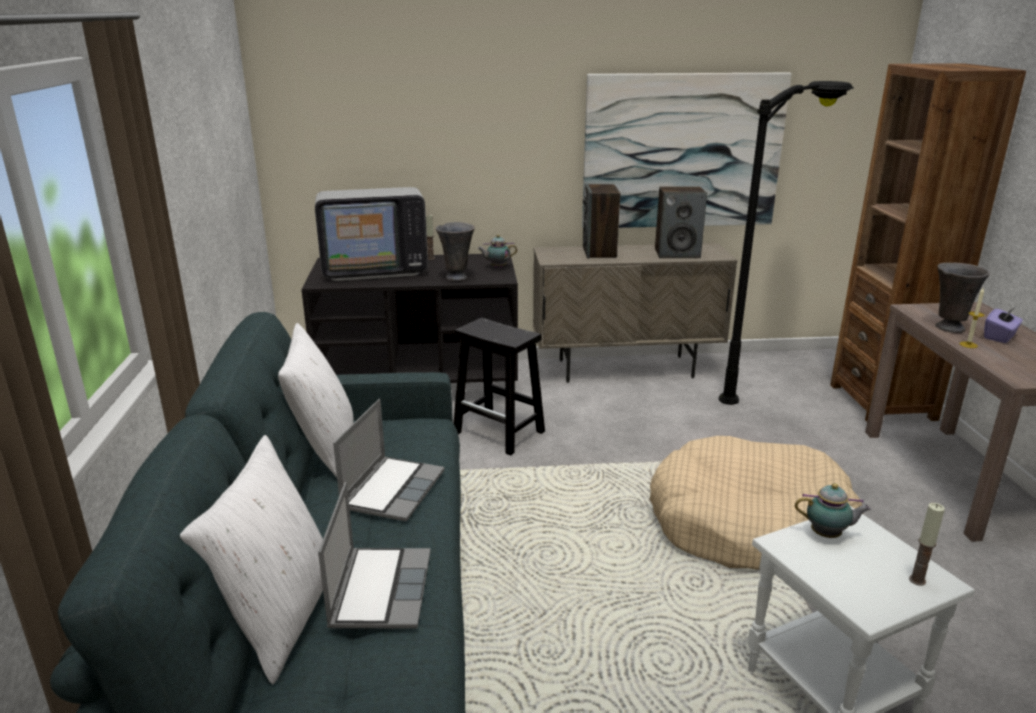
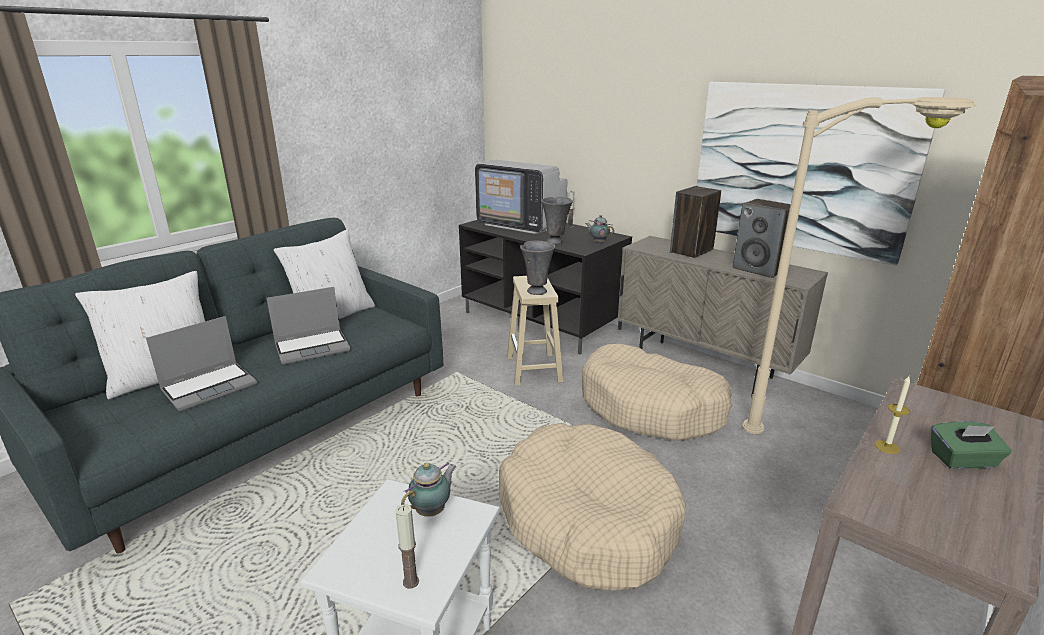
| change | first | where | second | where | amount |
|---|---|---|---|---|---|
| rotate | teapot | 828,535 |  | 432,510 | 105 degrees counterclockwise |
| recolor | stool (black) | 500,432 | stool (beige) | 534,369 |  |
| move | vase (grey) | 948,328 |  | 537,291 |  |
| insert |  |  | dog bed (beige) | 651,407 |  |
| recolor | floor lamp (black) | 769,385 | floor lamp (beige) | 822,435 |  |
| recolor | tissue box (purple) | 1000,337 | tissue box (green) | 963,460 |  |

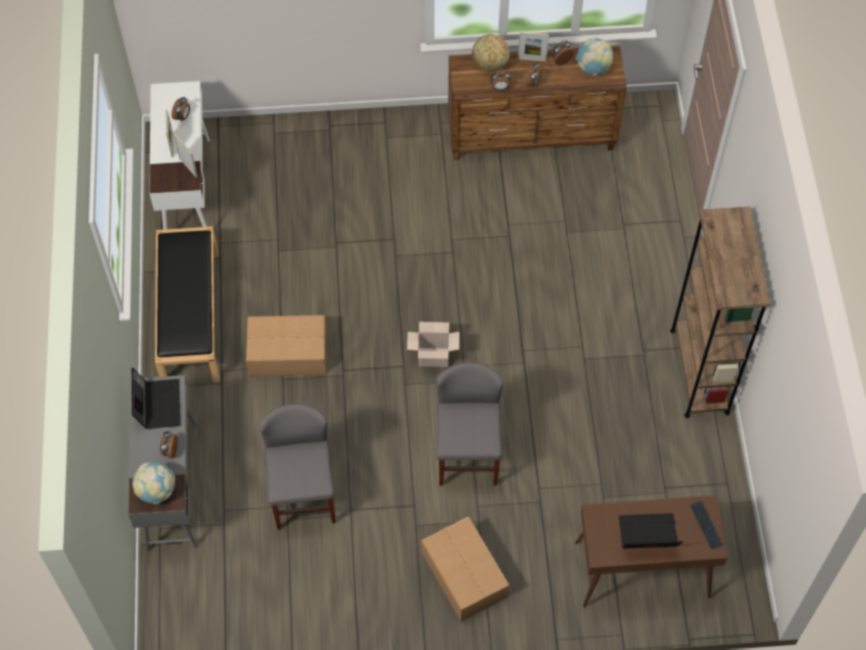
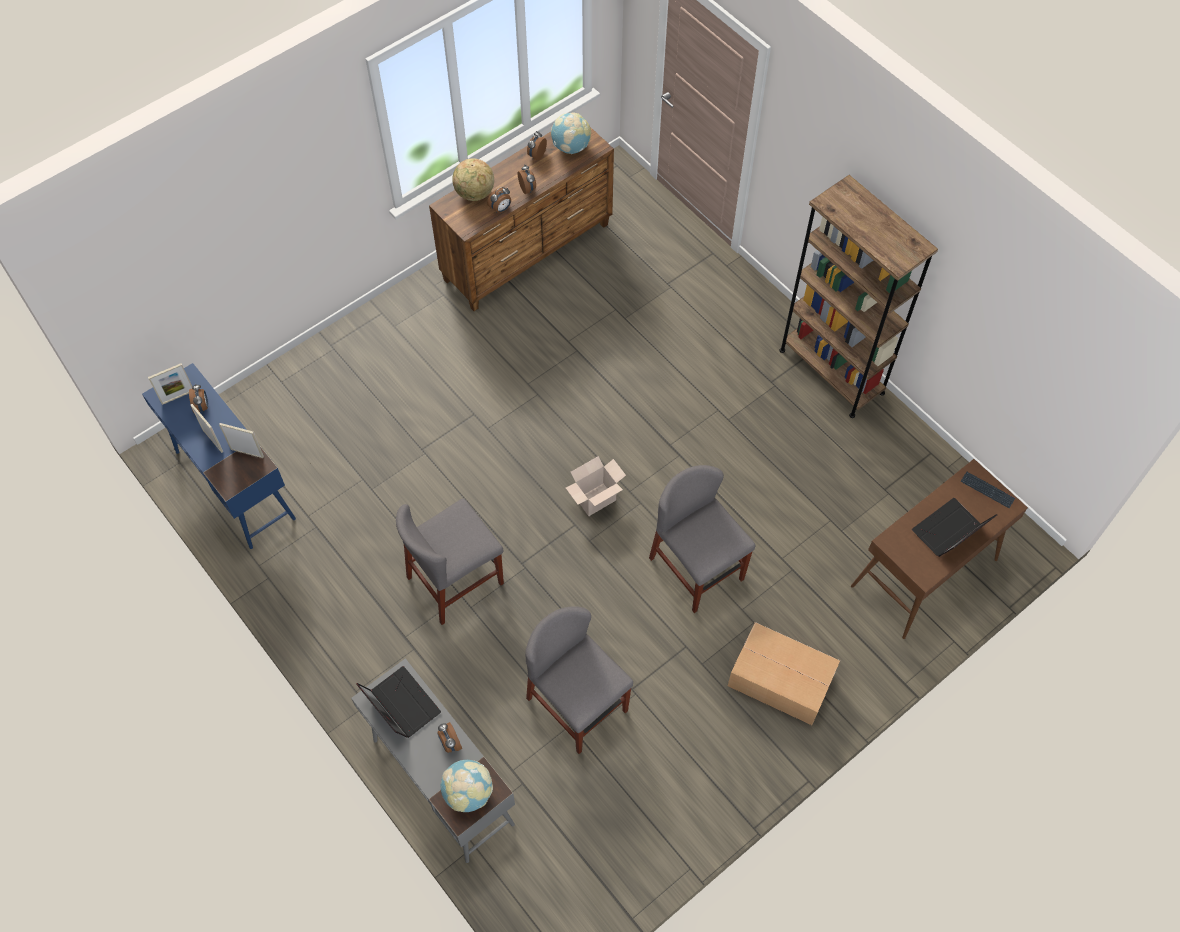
| change | first | where | second | where | amount |
|---|---|---|---|---|---|
| recolor | desk (white) | 187,189 | desk (blue) | 234,484 |  |
| move | picture frame | 532,59 |  | 178,397 |  |
| replace | cardboard box | 286,352 | chair (grey) | 455,580 |  |
| delete | bench (black) | 190,316 |  |  |  |

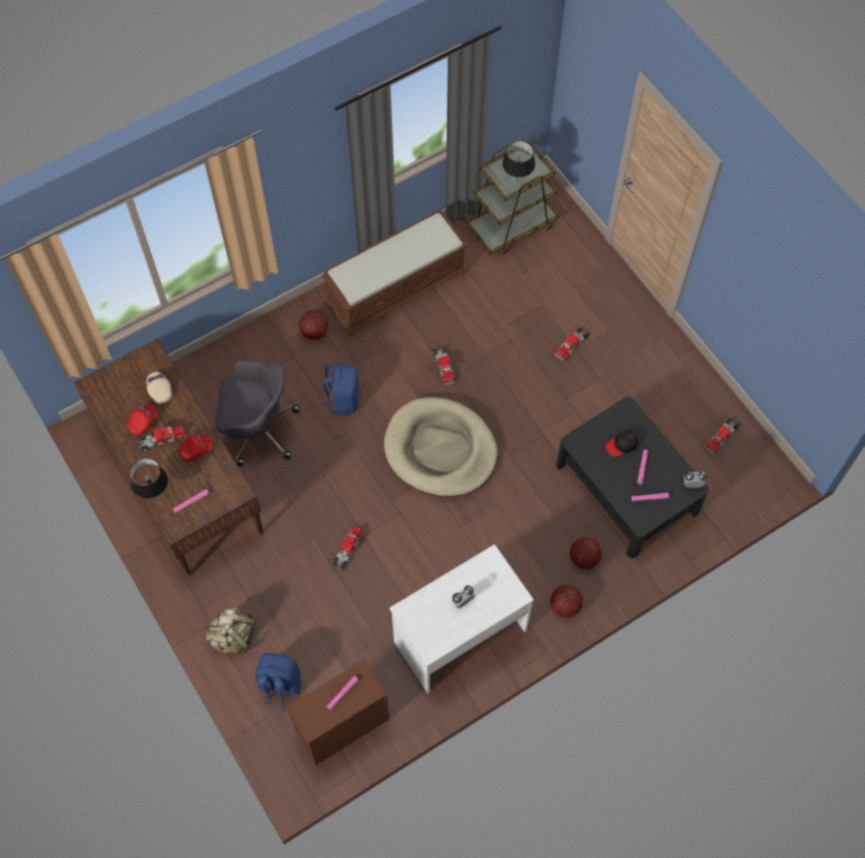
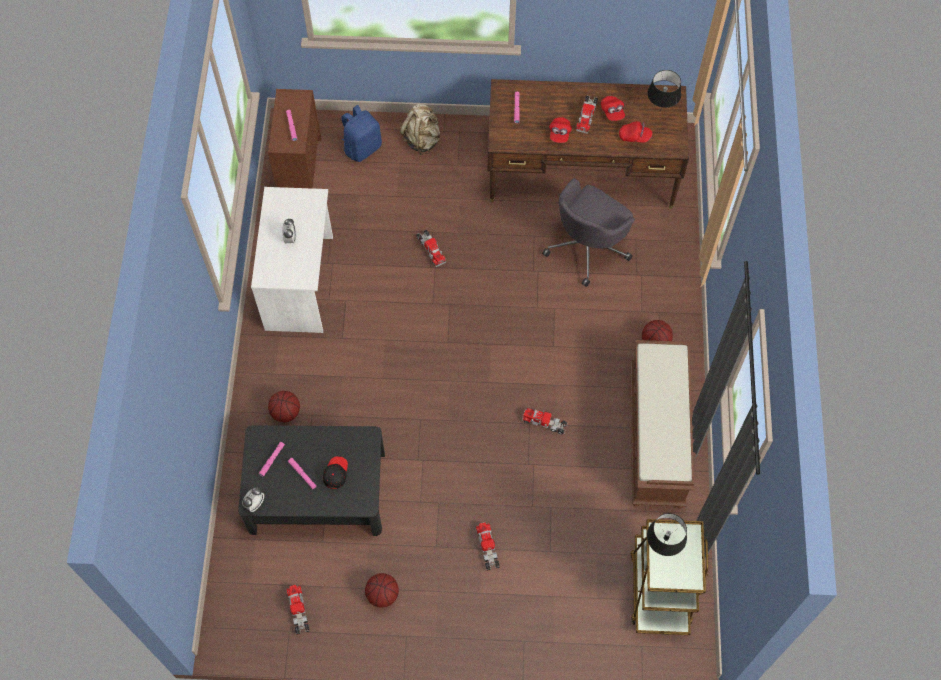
| change | first | where | second | where | amount |
|---|---|---|---|---|---|
| move | basketball | 565,605 |  | 383,595 |  |
| recolor | cap (beige) | 160,390 | cap (red) | 634,137 |  |
| move | table lamp (black) | 155,494 |  | 660,112 |  |
| delete | backpack (blue) | 343,399 |  |  |  |
| delete | dog bed (beige) | 440,450 |  |  |  |

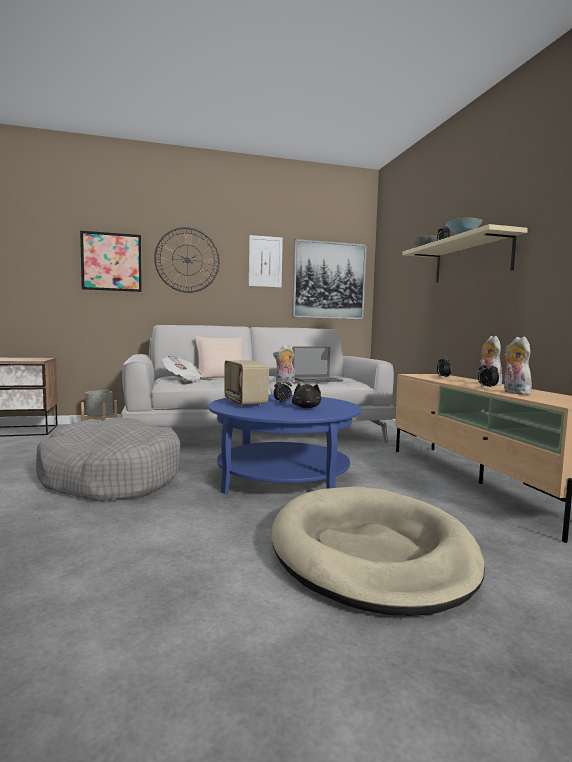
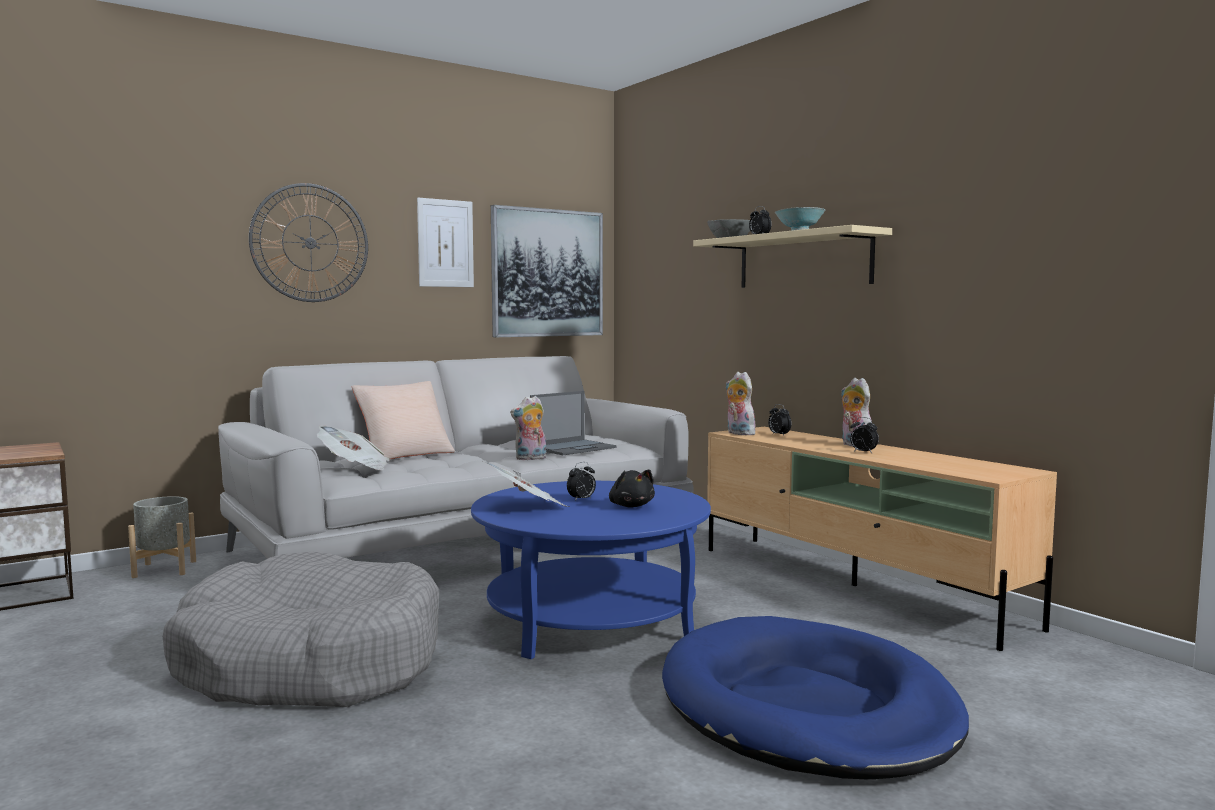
| change | first | where | second | where | amount |
|---|---|---|---|---|---|
| replace | radio | 244,403 | newspaper | 527,507 |  |
| recolor | dog bed (beige) | 371,552 | dog bed (blue) | 807,707 |  |
| move | plush toy | 514,393 |  | 738,433 |  |
| delete | picture | 111,262 |  |  |  |

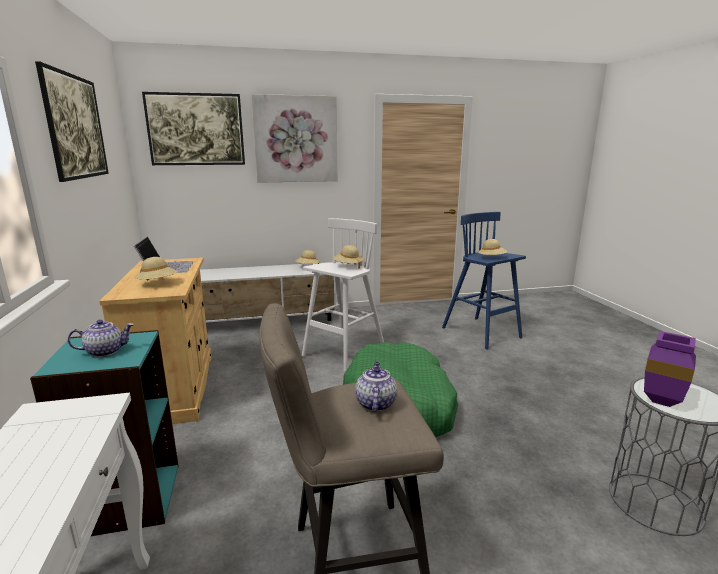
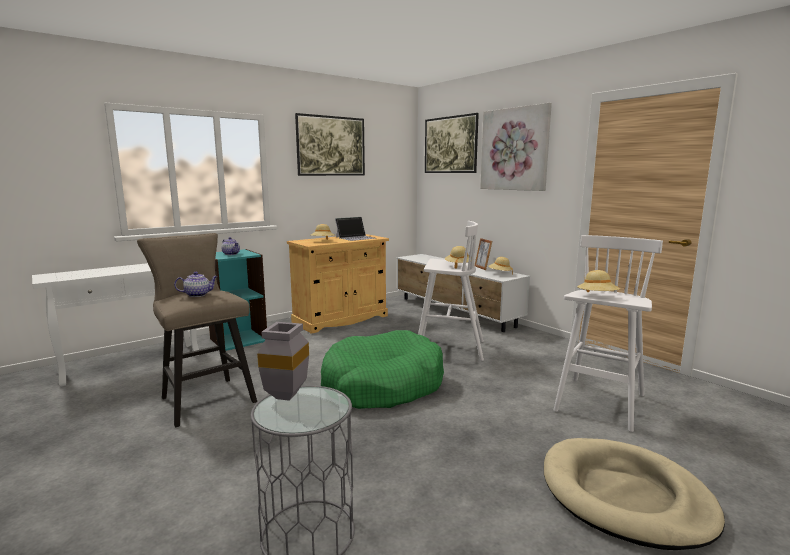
| change | first | where | second | where | amount |
|---|---|---|---|---|---|
| recolor | vase (purple) | 664,401 | vase (grey) | 286,397 |  |
| insert |  |  | picture frame | 482,268 |  |
| insert |  |  | dog bed (beige) | 625,496 |  |
| recolor | stool (blue) | 482,333 | stool (white) | 599,404 |  |

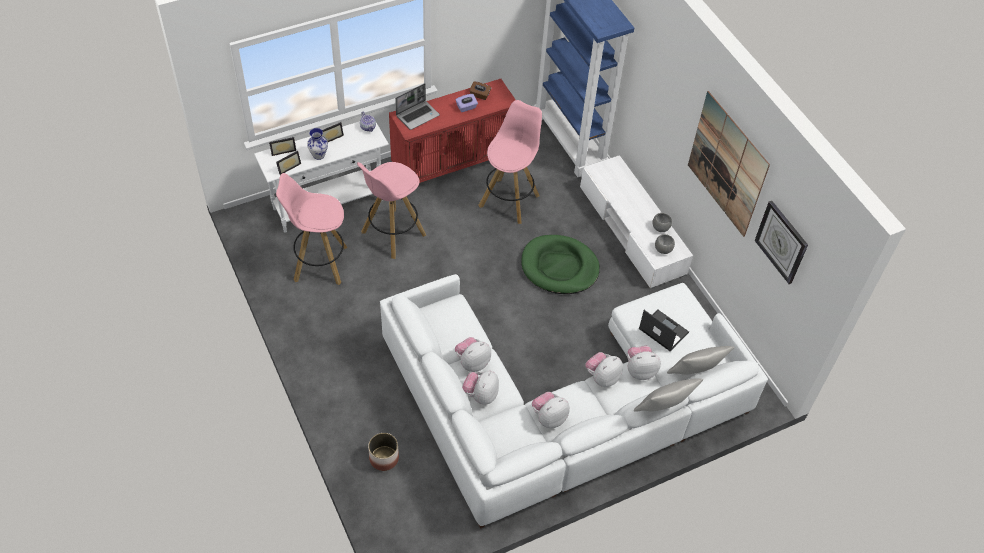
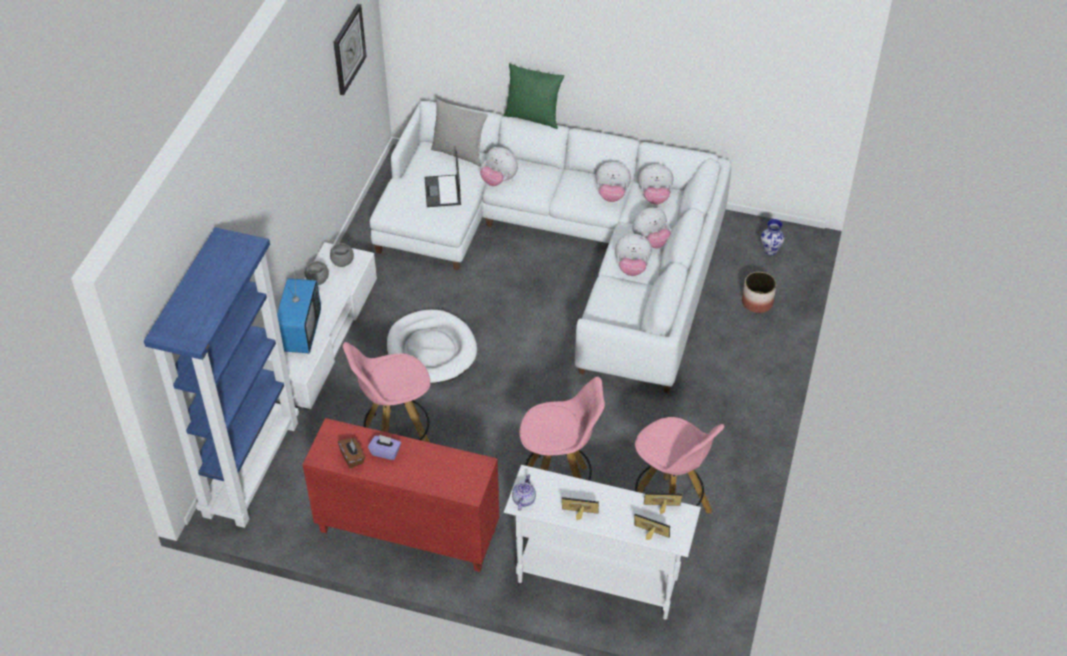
| change | first | where | second | where | amount |
|---|---|---|---|---|---|
| insert |  |  | television | 301,332 |  |
| recolor | dog bed (green) | 559,267 | dog bed (white) | 431,350 |  |
| recolor | pillow (grey) | 663,409 | pillow (green) | 533,117 |  |
| move | plush toy | 602,377 |  | 654,197 |  |
| move | vase | 318,155 |  | 770,250 |  |
| delete | laptop | 418,115 |  |  |  |
| delete | picture | 727,164 |  |  |  |

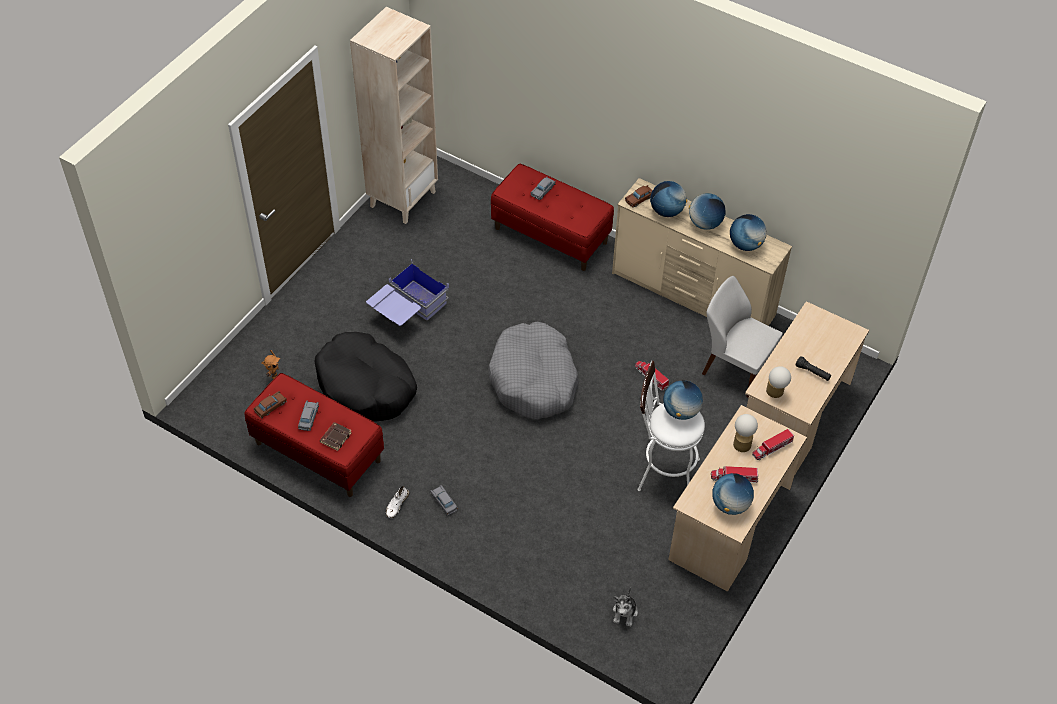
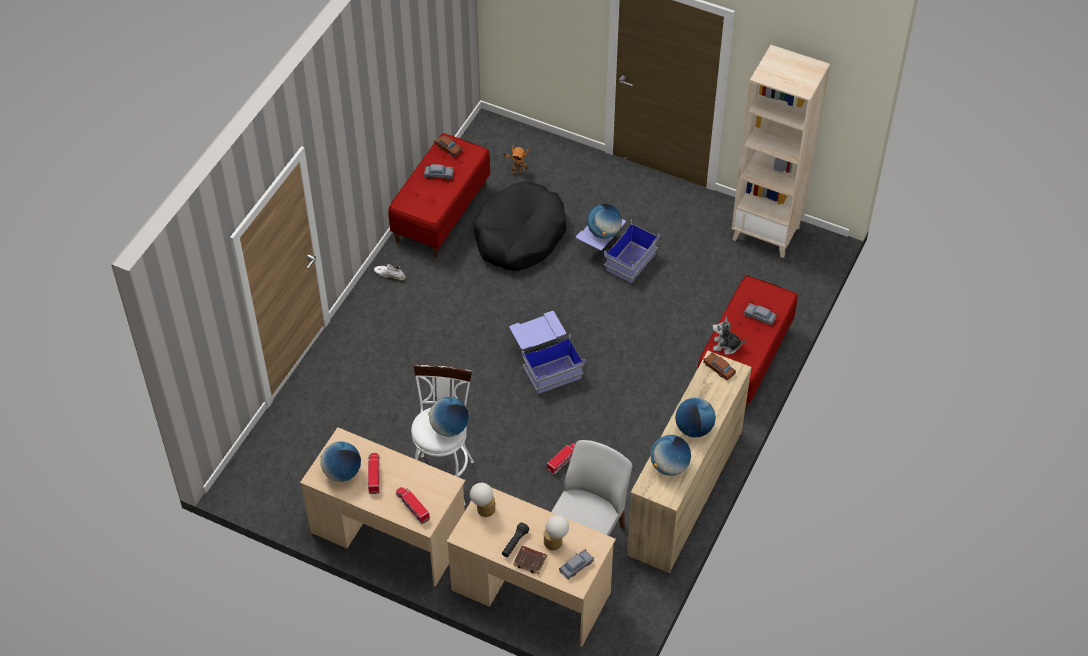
| change | first | where | second | where | amount |
|---|---|---|---|---|---|
| replace | dog bed (grey) | 533,380 | storage box (blue) | 545,362 |  |
| move | book (brown) | 335,437 |  | 530,561 |  |
| move | table lamp | 742,442 |  | 555,542 |  |
| move | toy car (grey) | 444,502 |  | 576,566 |  |
| move | globe | 666,211 |  | 604,232 |  |
| move | plush toy | 625,612 |  | 726,345 |  |

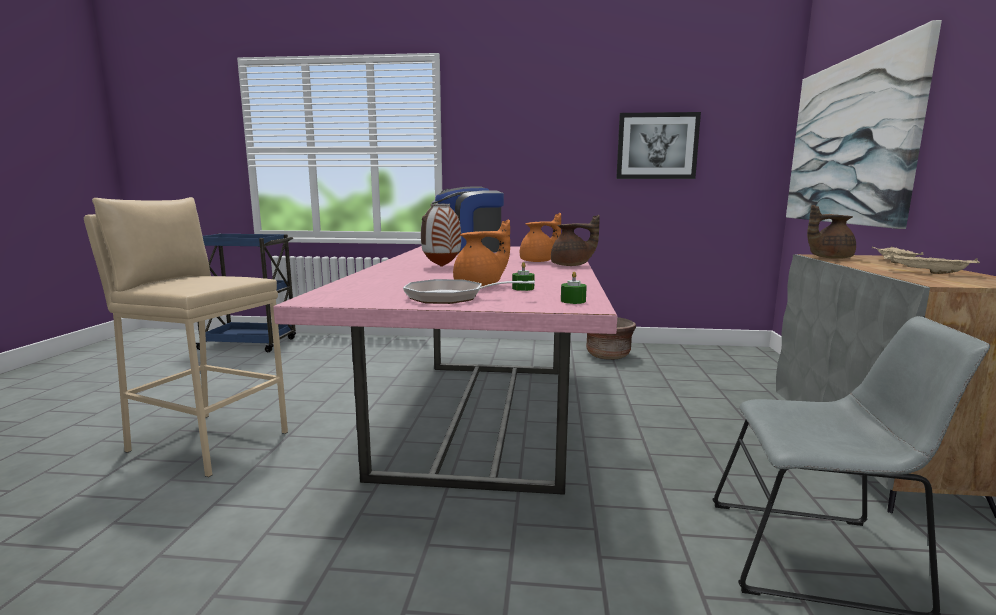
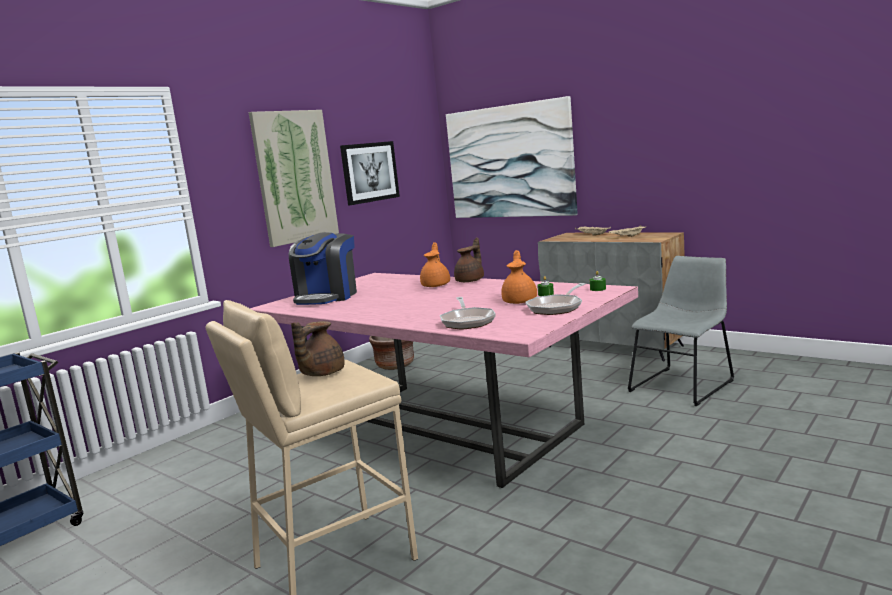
| change | first | where | second | where | amount |
|---|---|---|---|---|---|
| insert |  |  | picture | 295,176 |  |
| move | teapot (brown) | 828,258 |  | 320,374 |  |
| insert |  |  | frying pan | 467,321 |  |
| delete | vase | 441,266 |  |  |  |

